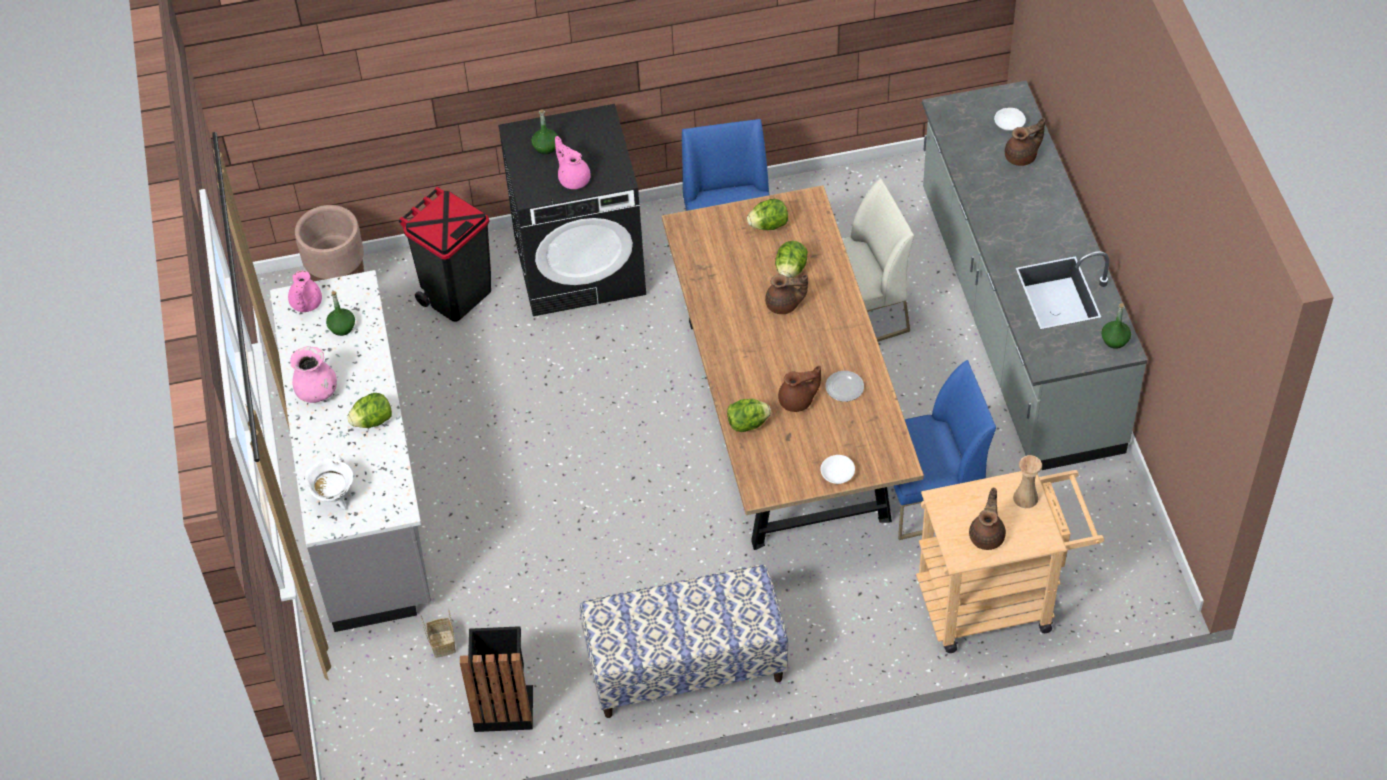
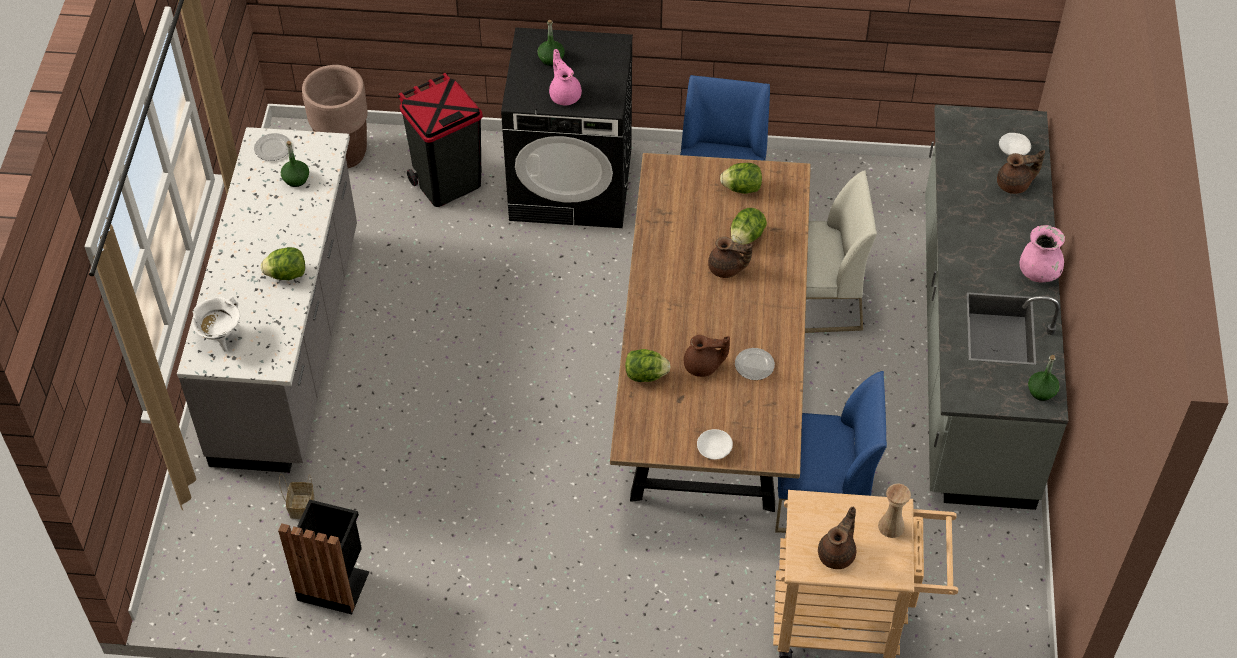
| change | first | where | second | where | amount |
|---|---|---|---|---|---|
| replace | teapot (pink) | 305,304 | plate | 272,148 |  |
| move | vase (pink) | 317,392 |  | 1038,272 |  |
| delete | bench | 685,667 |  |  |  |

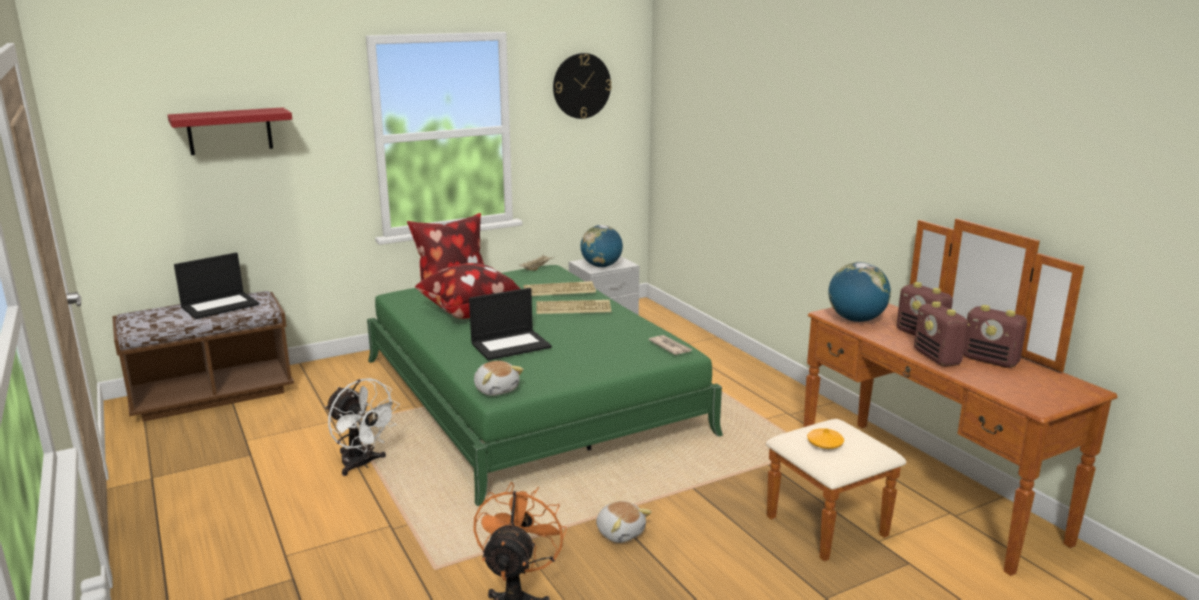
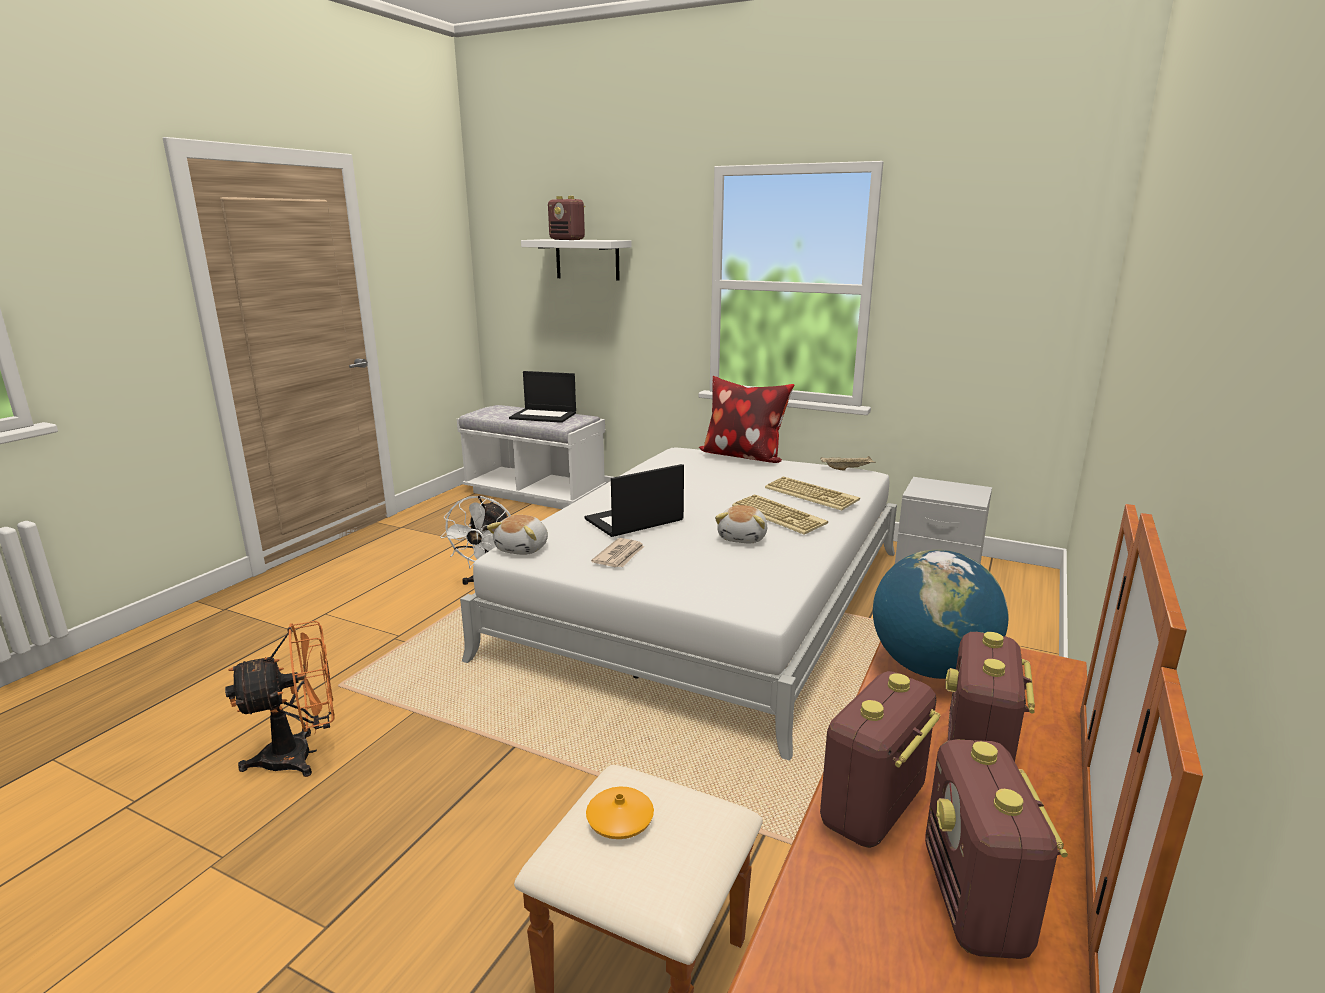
| change | first | where | second | where | amount |
|---|---|---|---|---|---|
| recolor | bench (brown) | 212,395 | bench (white) | 535,493 |  |
| recolor | bed (green) | 529,395 | bed (white) | 708,600 |  |
| recolor | shelf (red) | 229,131 | shelf (white) | 587,259 |  |
| insert |  |  | radio | 567,239 |  |
| rotate | laptop | 511,345 |  | 633,520 | 120 degrees clockwise |
| move | newspaper | 670,347 |  | 620,556 |  |
| move | plush toy | 620,532 |  | 743,538 |  |
| delete | pillow | 469,312 |  |  |  |
| delete | wall clock | 581,86 |  |  |  |
| delete | globe | 601,266 |  |  |  |

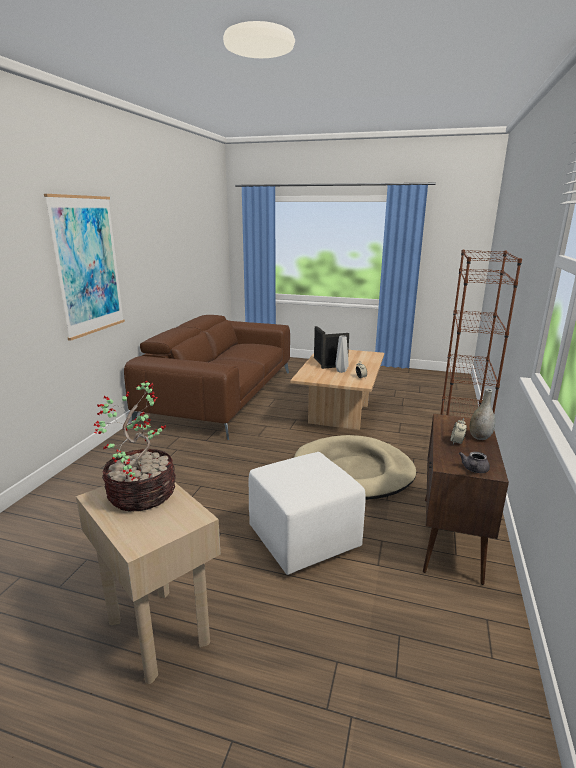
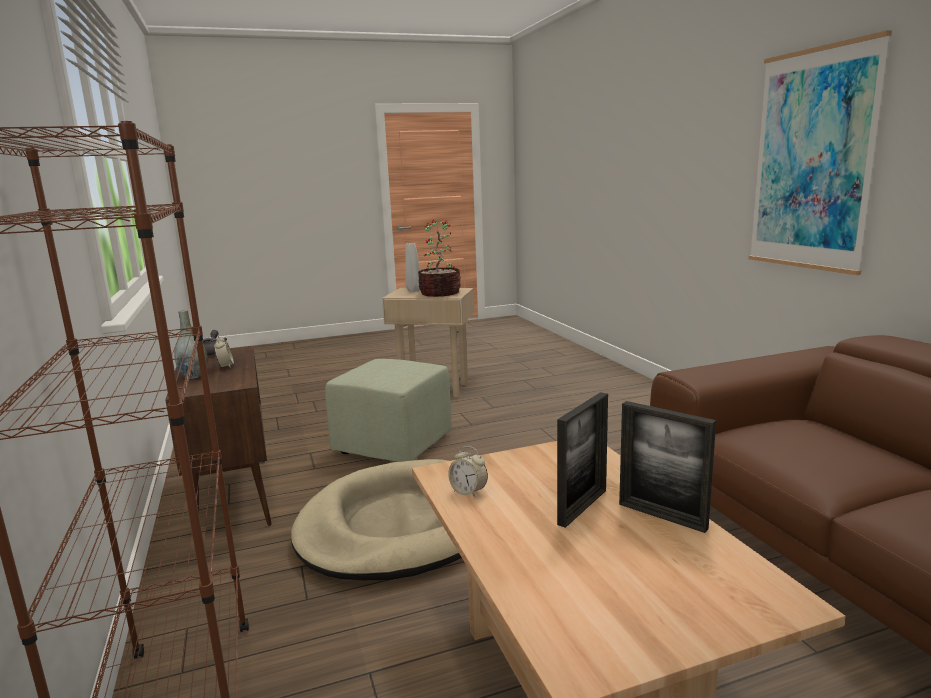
| change | first | where | second | where | amount |
|---|---|---|---|---|---|
| recolor | ottoman (white) | 303,539 | ottoman (green) | 393,444 |  |
| move | vase (grey) | 340,371 |  | 414,290 |  |

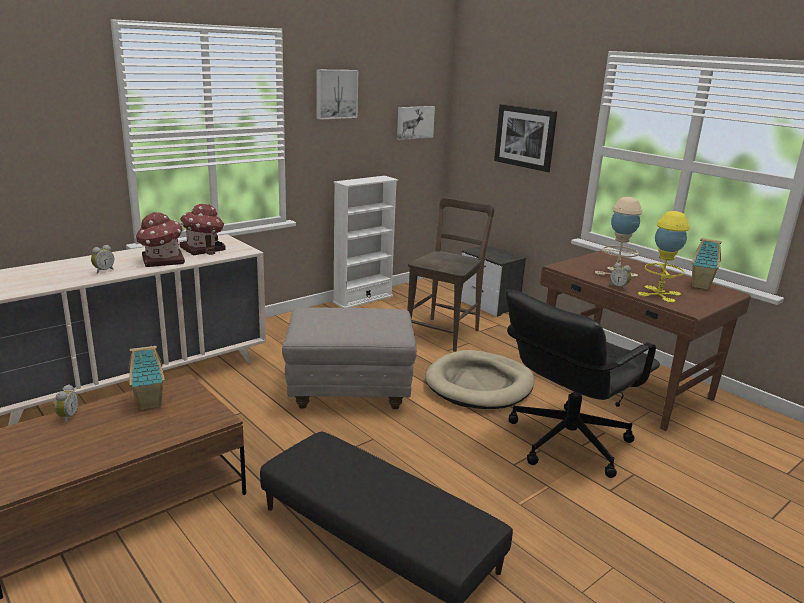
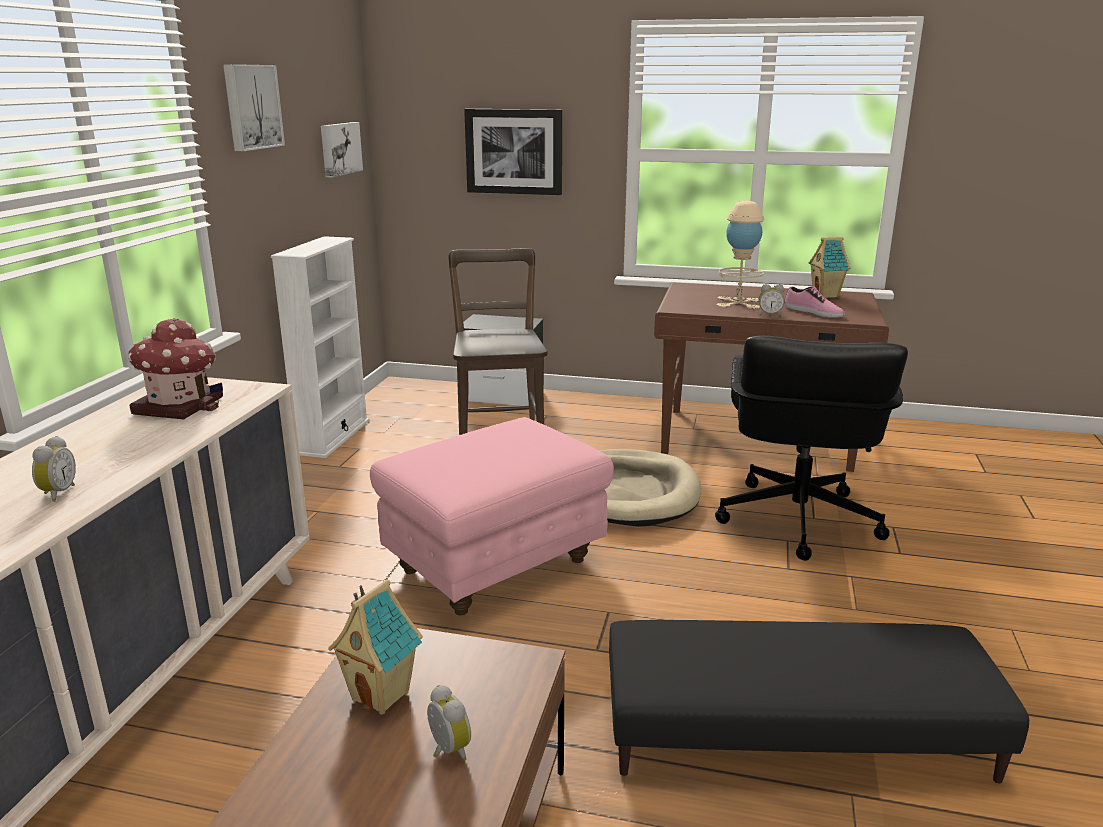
| change | first | where | second | where | amount |
|---|---|---|---|---|---|
| recolor | ottoman (grey) | 350,392 | ottoman (pink) | 495,565 |  |
| move | alarm clock | 67,417 |  | 447,751 |  |
| replace | table lamp (yellow) | 659,294 | shoe | 813,312 |  |
| delete | toy house | 162,261 |  |  |  |

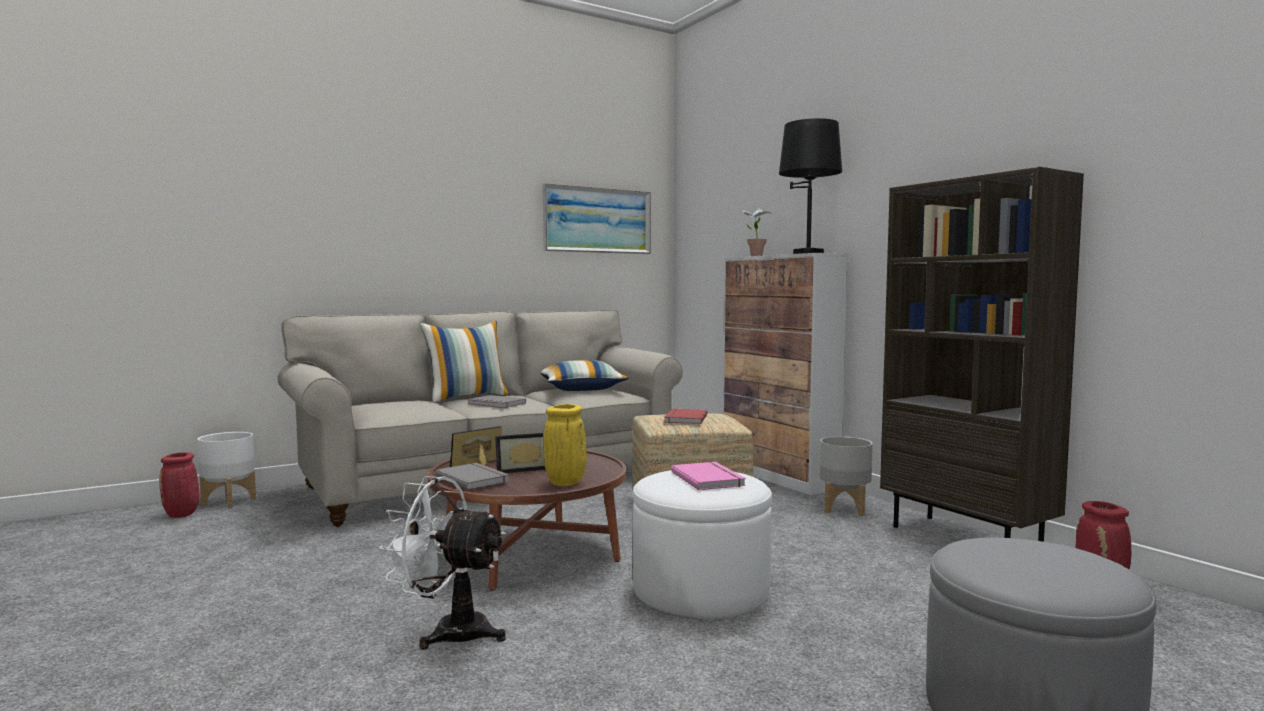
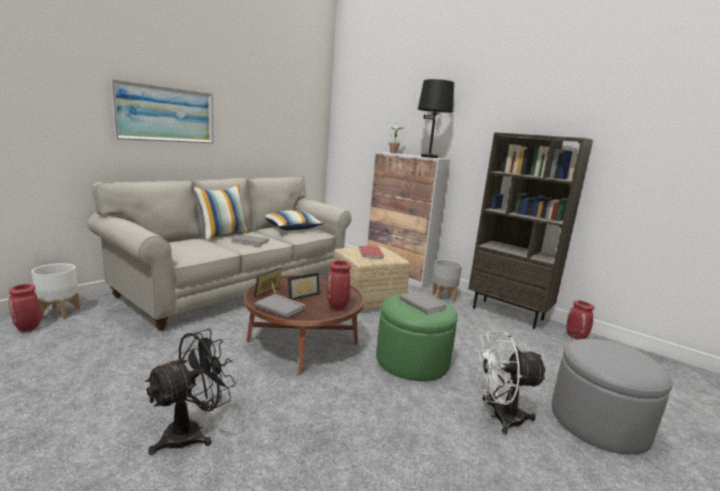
| change | first | where | second | where | amount |
|---|---|---|---|---|---|
| move | picture | 597,220 |  | 166,114 |  |
| insert |  |  | fan (black) | 192,432 |  |
| recolor | vase (yellow) | 565,483 | vase (red) | 338,307 |  |
| recolor | ottoman (white) | 700,589 | ottoman (green) | 412,360 |  |
| recolor | book (pink) | 709,478 | book (grey) | 423,303 |  |
| move | fan (white) | 449,631 |  | 499,417 |  |

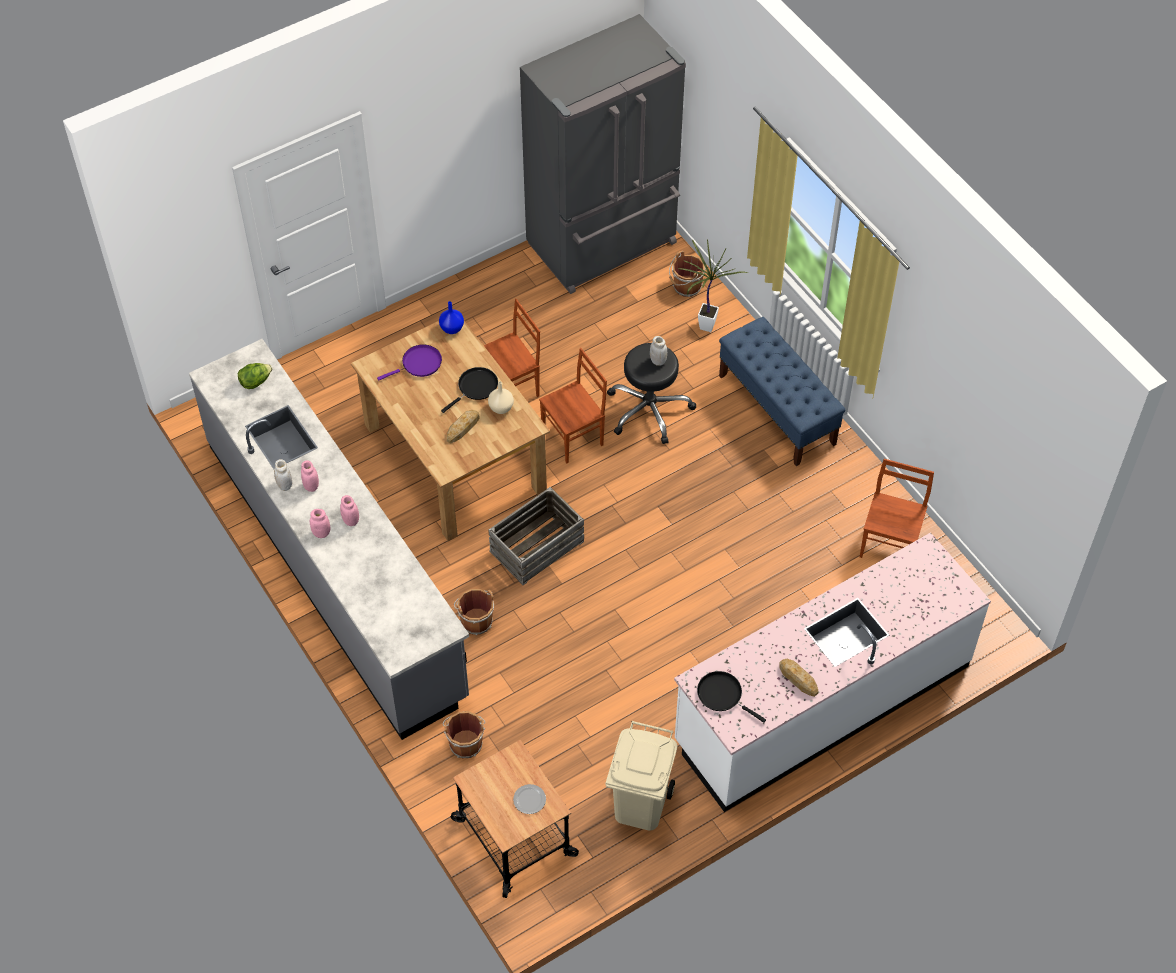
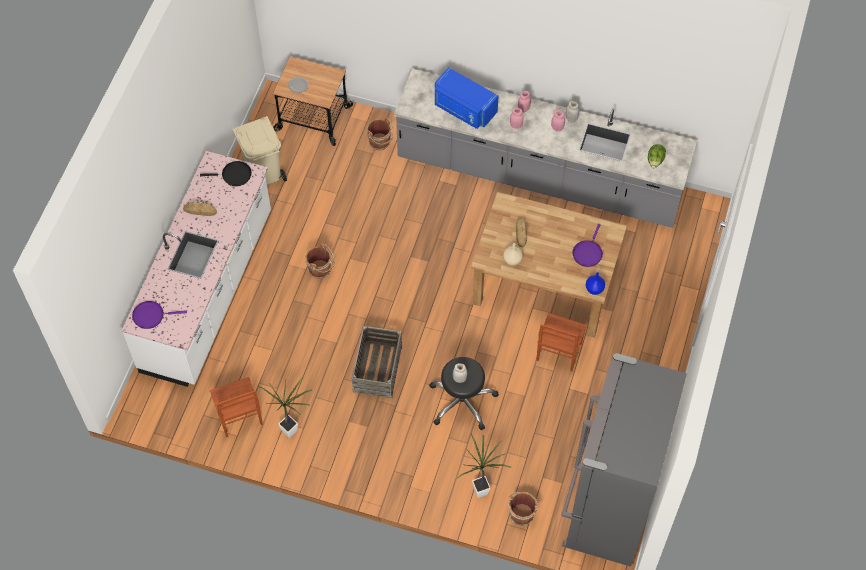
| change | first | where | second | where | amount |
|---|---|---|---|---|---|
| insert |  |  | frying pan (purple) | 151,316 |  |
| insert |  |  | potted plant | 292,431 |  |
| move | bucket (brown) | 475,620 |  | 320,269 |  |
| move | crate | 537,547 |  | 377,368 |  |
| insert |  |  | microwave (blue) | 464,109 |  |
| delete | frying pan (black) | 475,387 |  |  |  |
| delete | chair (brown) | 574,437 |  |  |  |
| delete | bench (blue) | 777,410 |  |  |  |

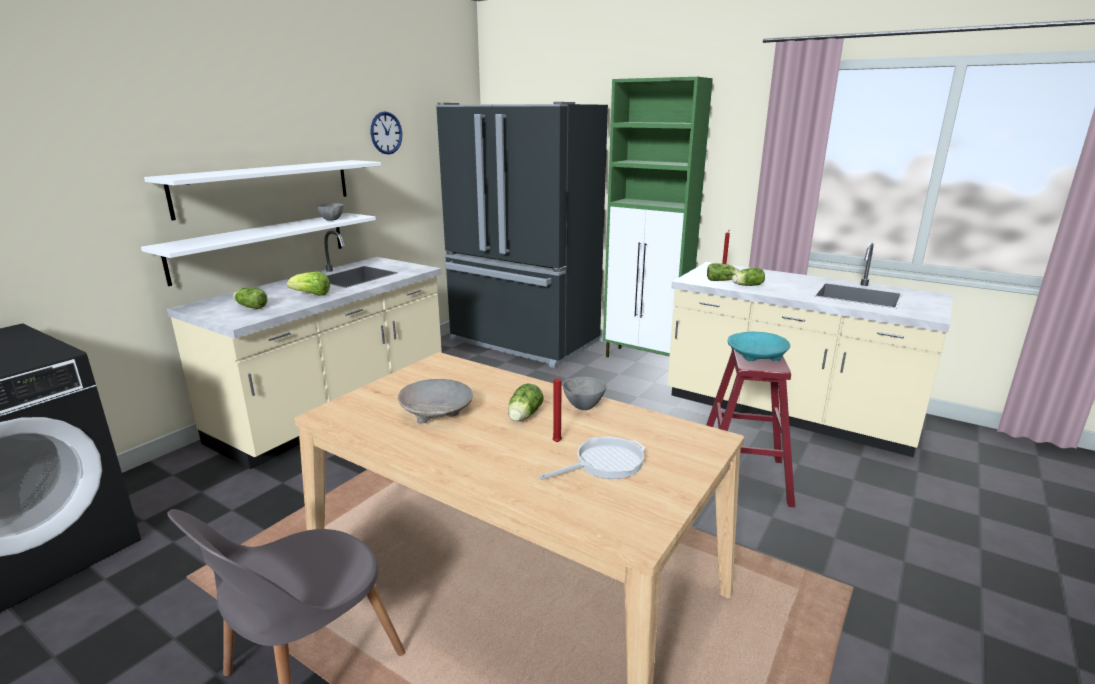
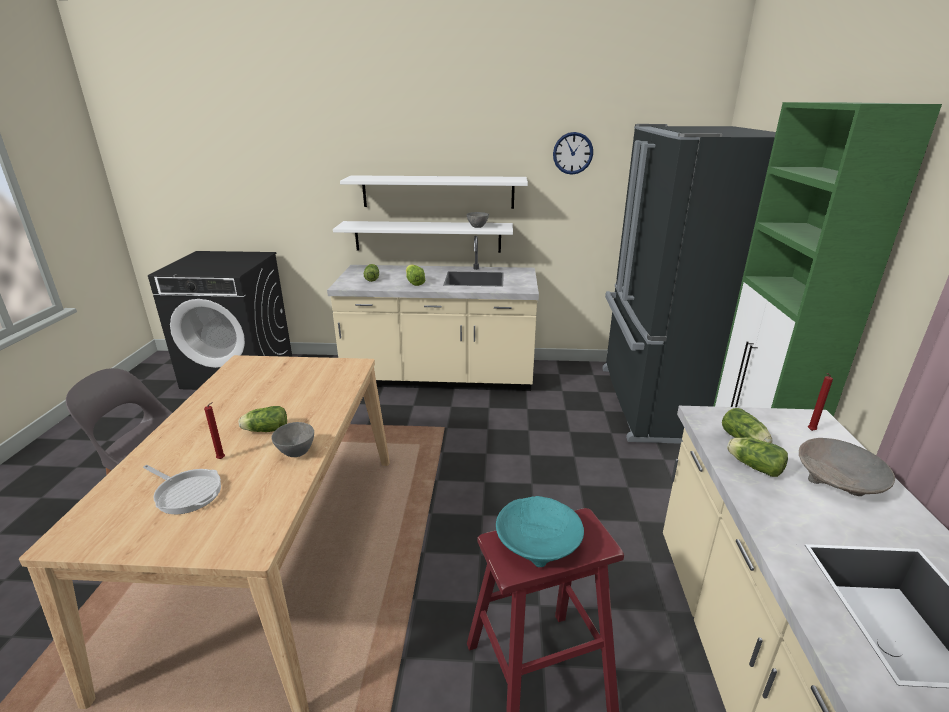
| change | first | where | second | where | amount |
|---|---|---|---|---|---|
| move | bowl (beige) | 437,411 |  | 839,480 |  |

